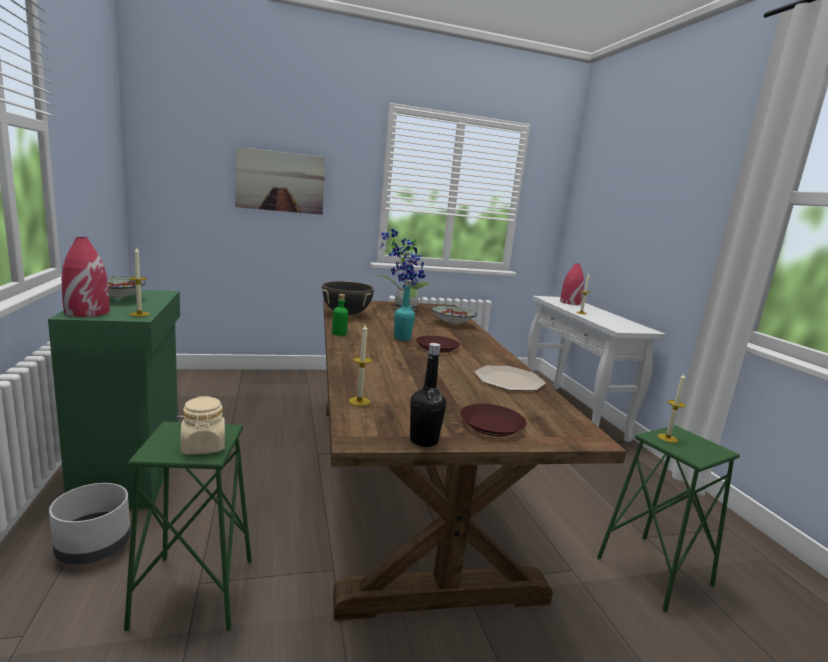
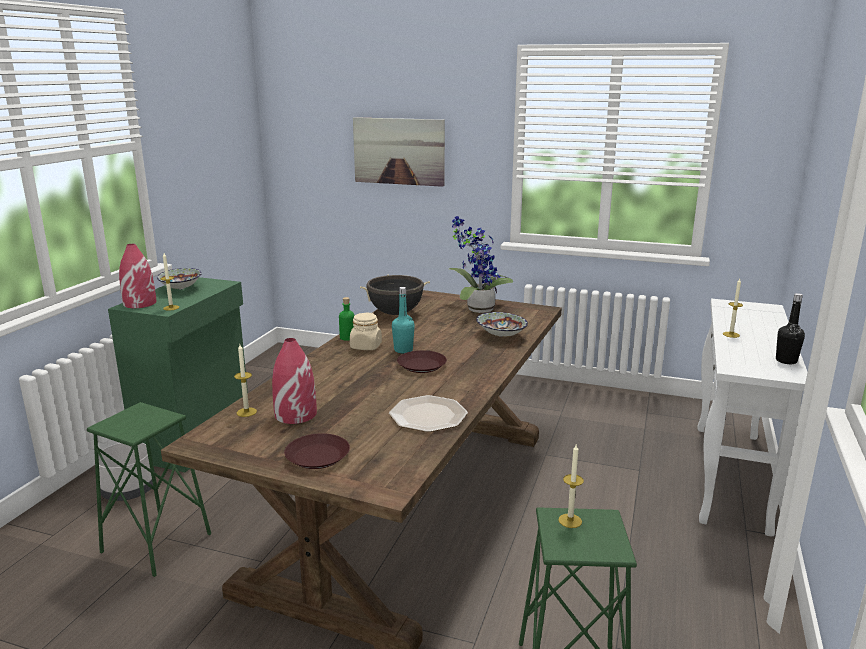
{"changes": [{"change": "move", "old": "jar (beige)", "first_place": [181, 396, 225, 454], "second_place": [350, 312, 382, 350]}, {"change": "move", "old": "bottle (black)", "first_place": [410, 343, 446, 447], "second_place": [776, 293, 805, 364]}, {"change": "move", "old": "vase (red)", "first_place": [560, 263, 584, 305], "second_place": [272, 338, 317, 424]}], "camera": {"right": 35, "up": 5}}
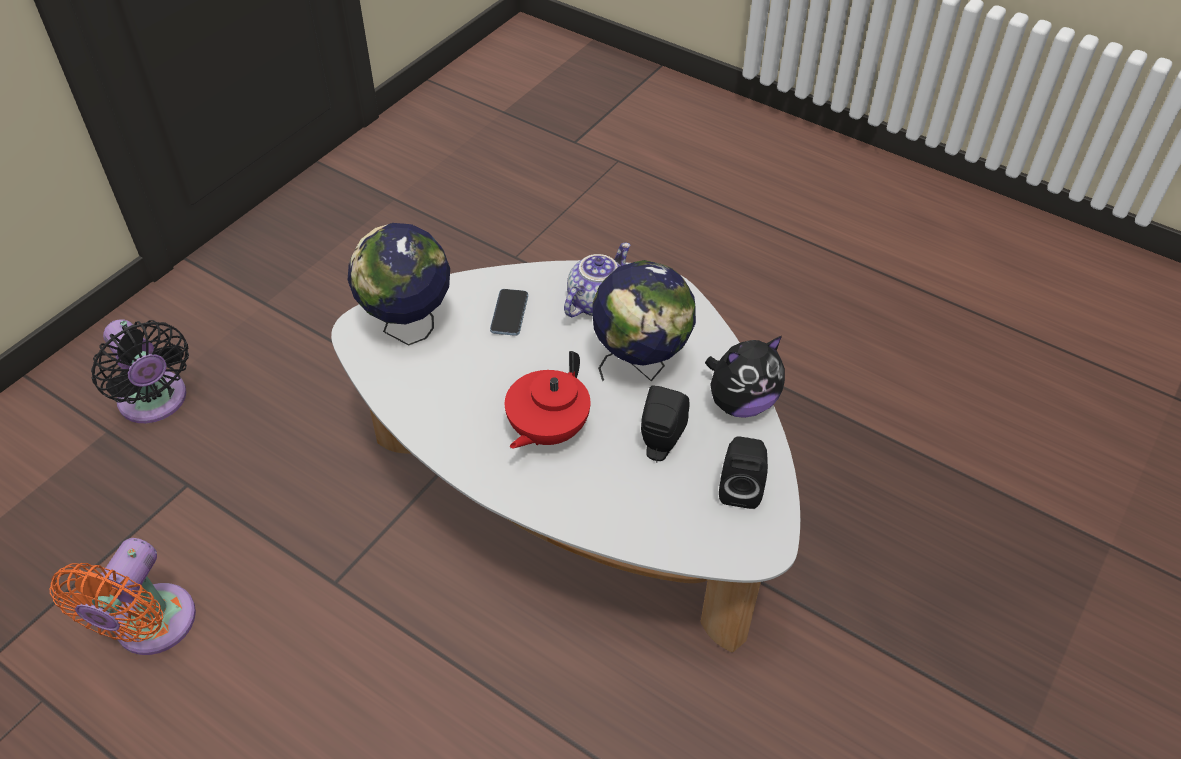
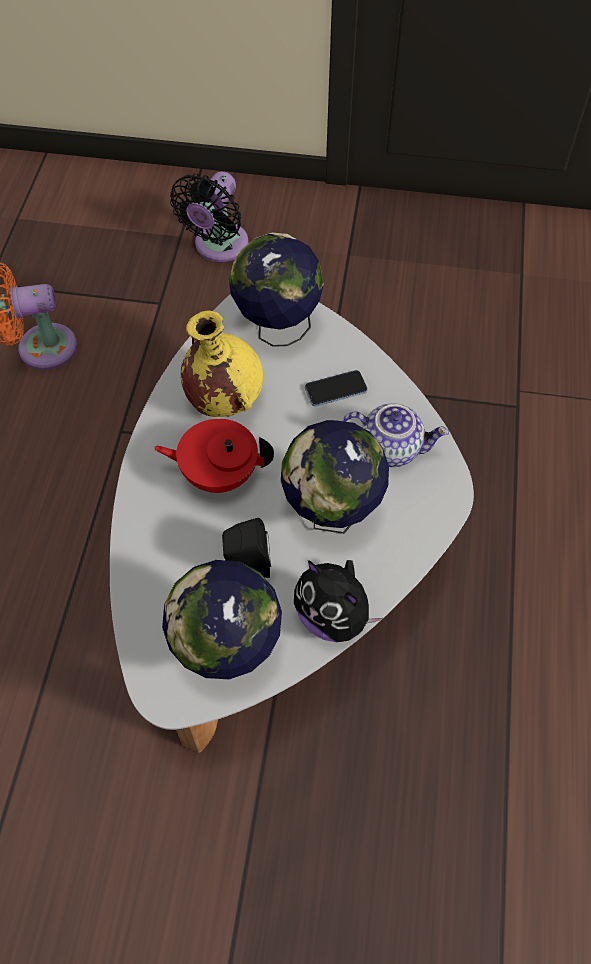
{"changes": [{"change": "insert", "new": "vase (yellow)", "second_place": [181, 311, 263, 417]}, {"change": "replace", "old": "speaker (black)", "new": "globe", "first_place": [719, 436, 768, 509], "second_place": [162, 560, 282, 679]}], "camera": {"right": 65, "up": 10}}
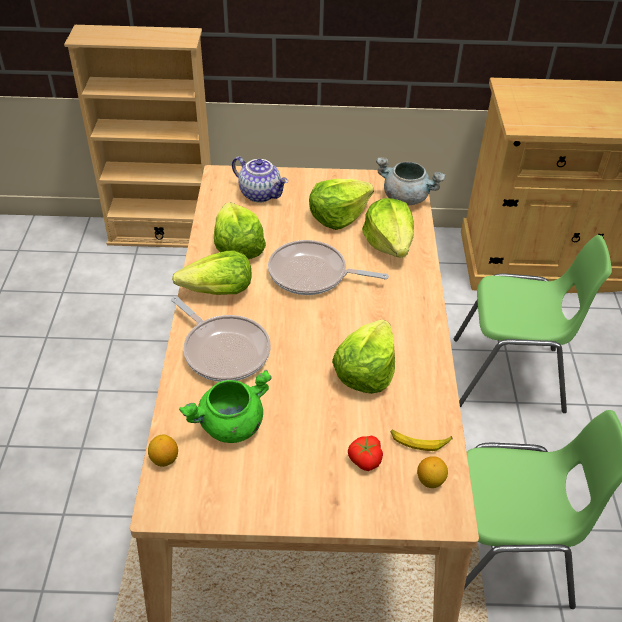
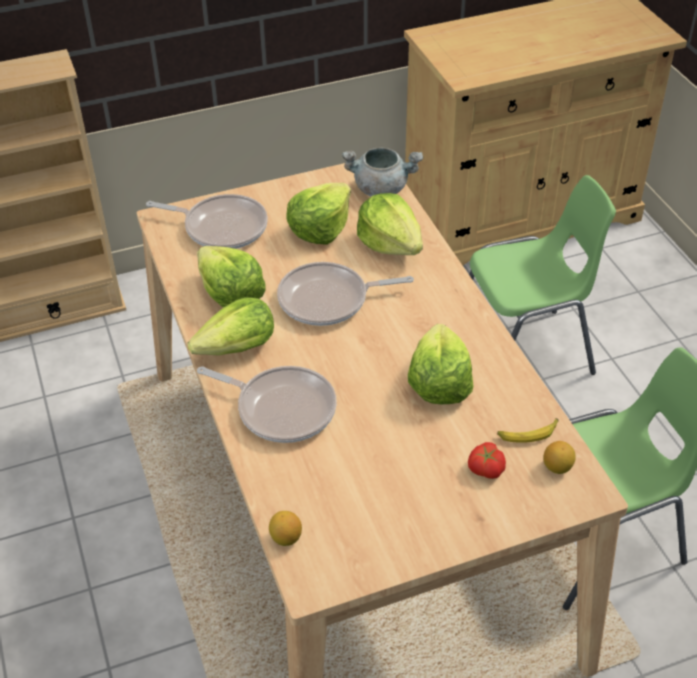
{"changes": [{"change": "delete", "old": "cooking pot (green)", "first_place": [179, 370, 272, 443]}, {"change": "replace", "old": "teapot", "new": "frying pan", "first_place": [232, 156, 288, 203], "second_place": [146, 194, 268, 249]}], "camera": {"right": -20, "up": 0}}
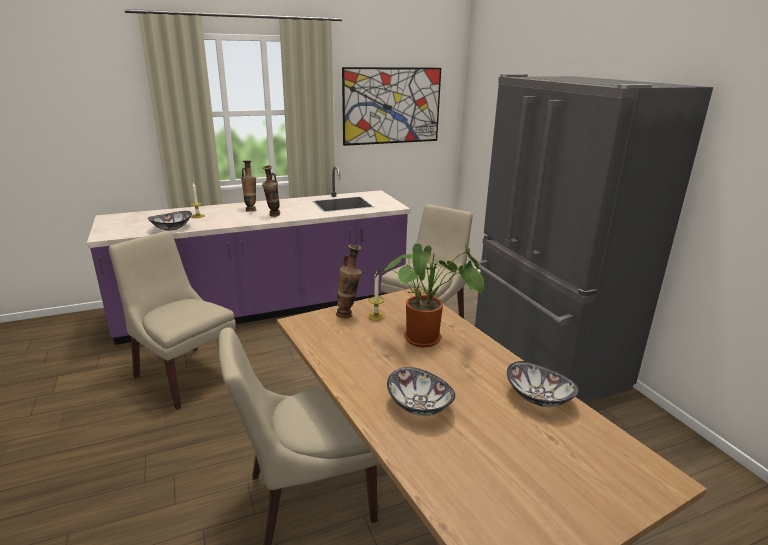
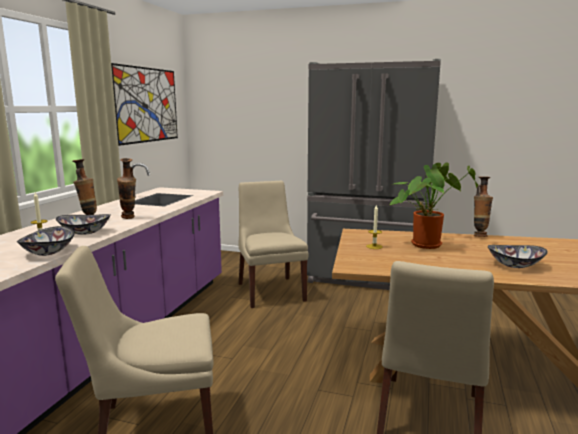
{"changes": [{"change": "move", "old": "vase", "first_place": [336, 245, 362, 318], "second_place": [474, 177, 493, 237]}, {"change": "move", "old": "bowl", "first_place": [507, 361, 579, 407], "second_place": [56, 214, 111, 235]}], "camera": {"right": -50, "up": -10}}
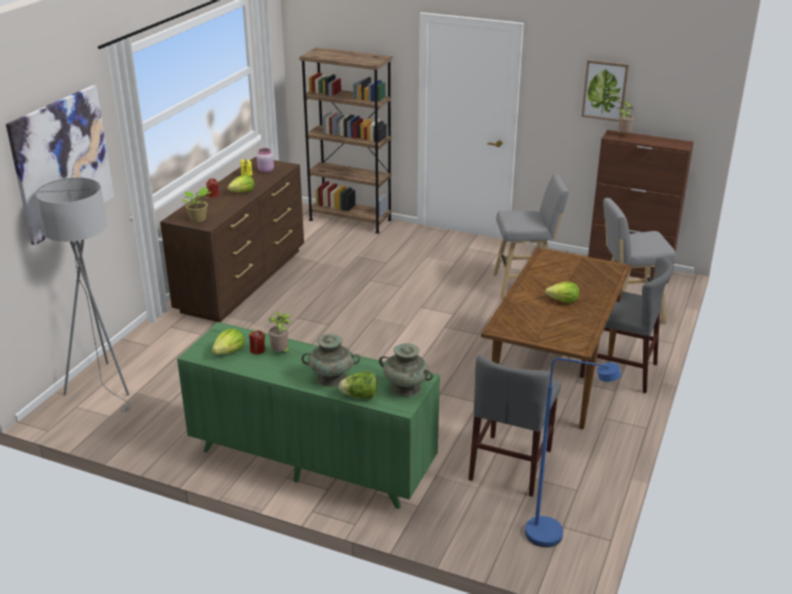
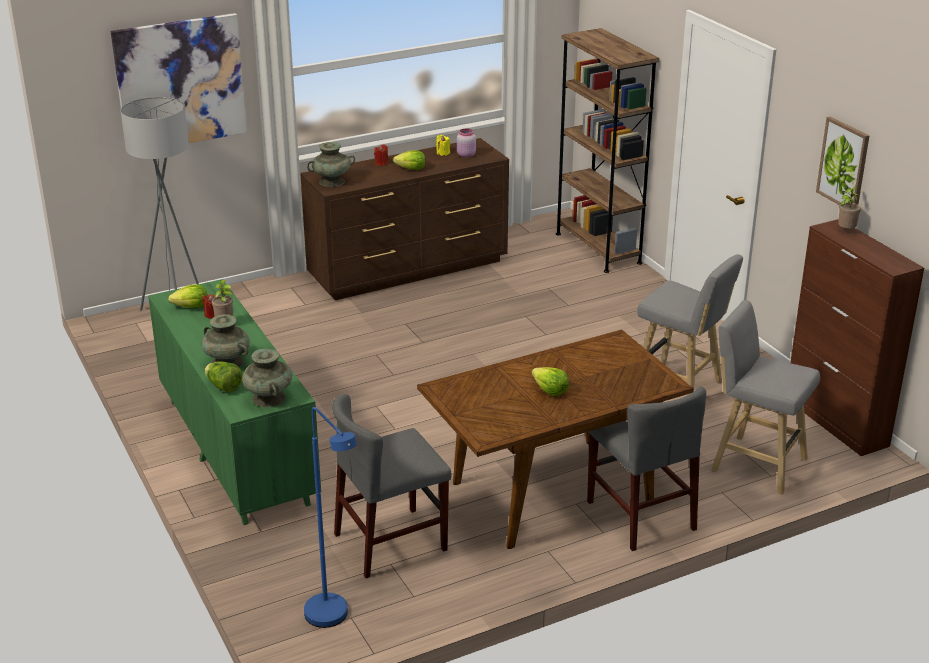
{"changes": [{"change": "replace", "old": "potted plant", "new": "vase (turquoise)", "first_place": [181, 187, 211, 222], "second_place": [307, 142, 355, 187]}], "camera": {"right": 40, "up": 0}}
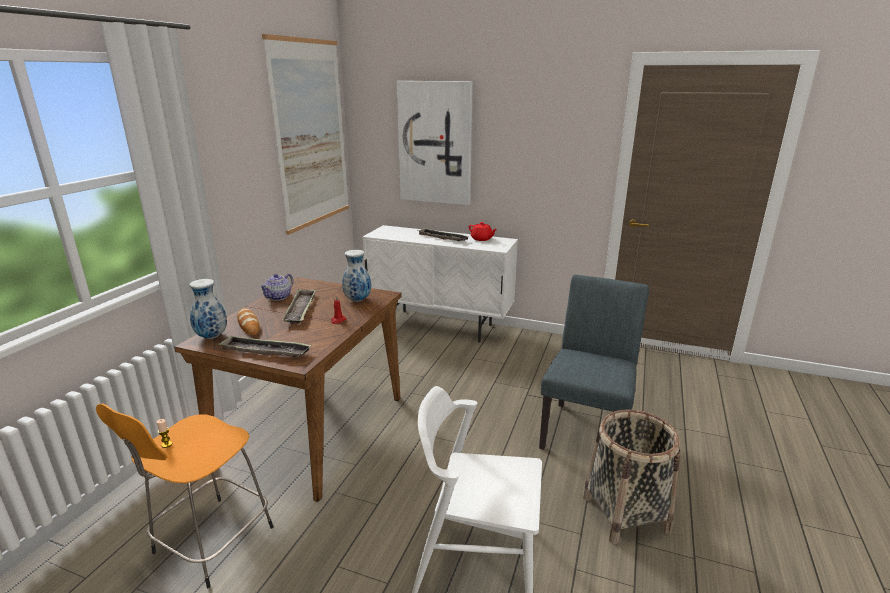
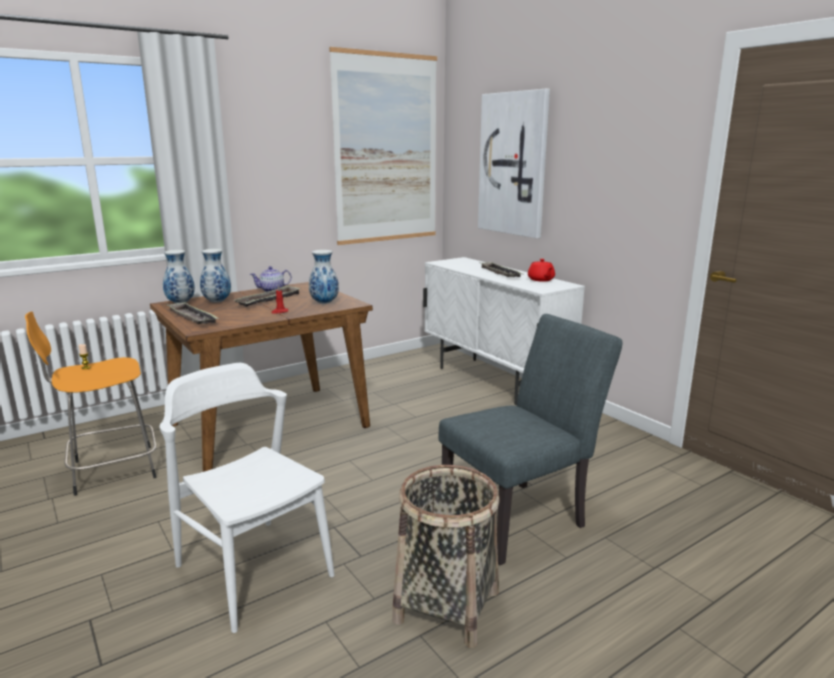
{"changes": [{"change": "replace", "old": "bread", "new": "vase", "first_place": [237, 308, 260, 335], "second_place": [200, 249, 231, 302]}], "camera": {"right": 35, "up": -5}}
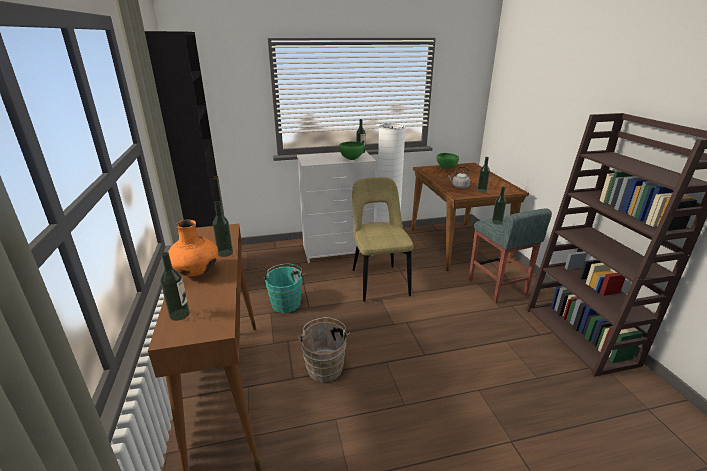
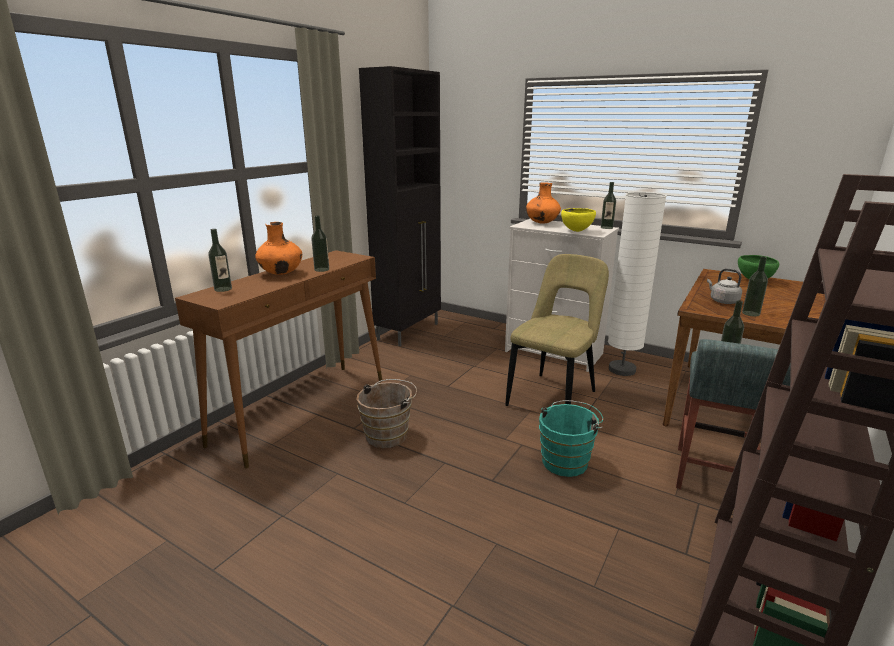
{"changes": [{"change": "insert", "new": "vase (orange)", "second_place": [526, 182, 561, 224]}, {"change": "move", "old": "bucket (turquoise)", "first_place": [263, 264, 305, 313], "second_place": [539, 400, 603, 477]}, {"change": "recolor", "old": "bowl (green)", "new": "bowl (yellow)", "first_place": [339, 141, 365, 160], "second_place": [561, 208, 596, 232]}], "camera": {"right": 45, "up": -5}}
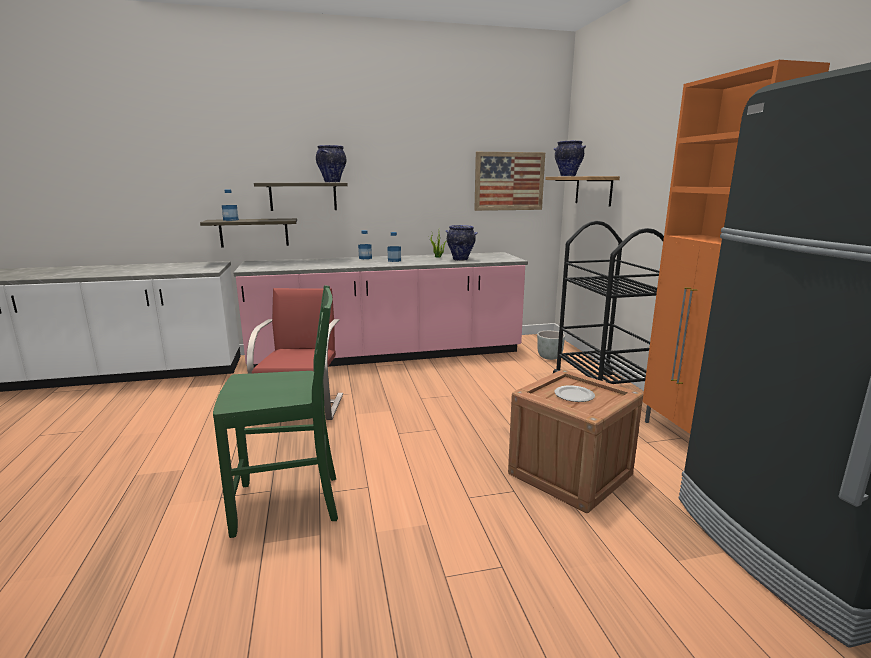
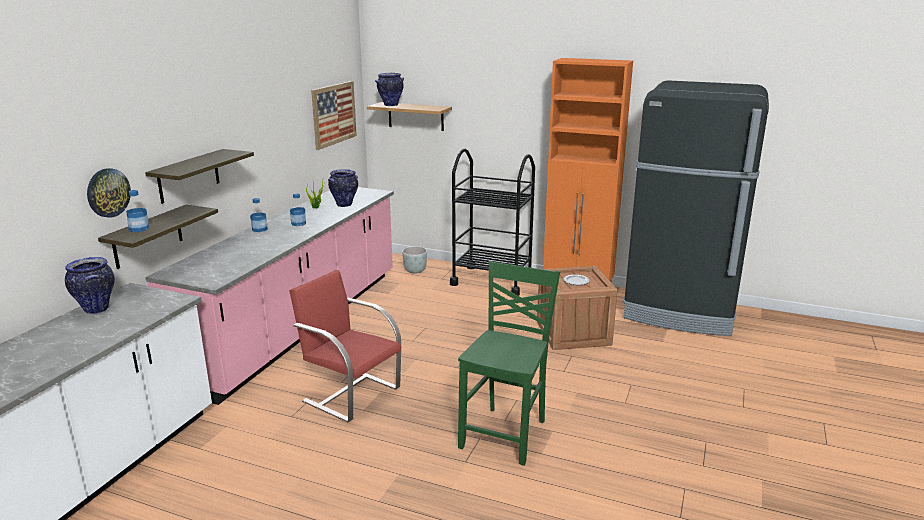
{"changes": [{"change": "insert", "new": "wall clock", "second_place": [87, 168, 131, 218]}, {"change": "move", "old": "vase", "first_place": [316, 145, 346, 182], "second_place": [65, 257, 115, 314]}], "camera": {"right": -55, "up": 5}}
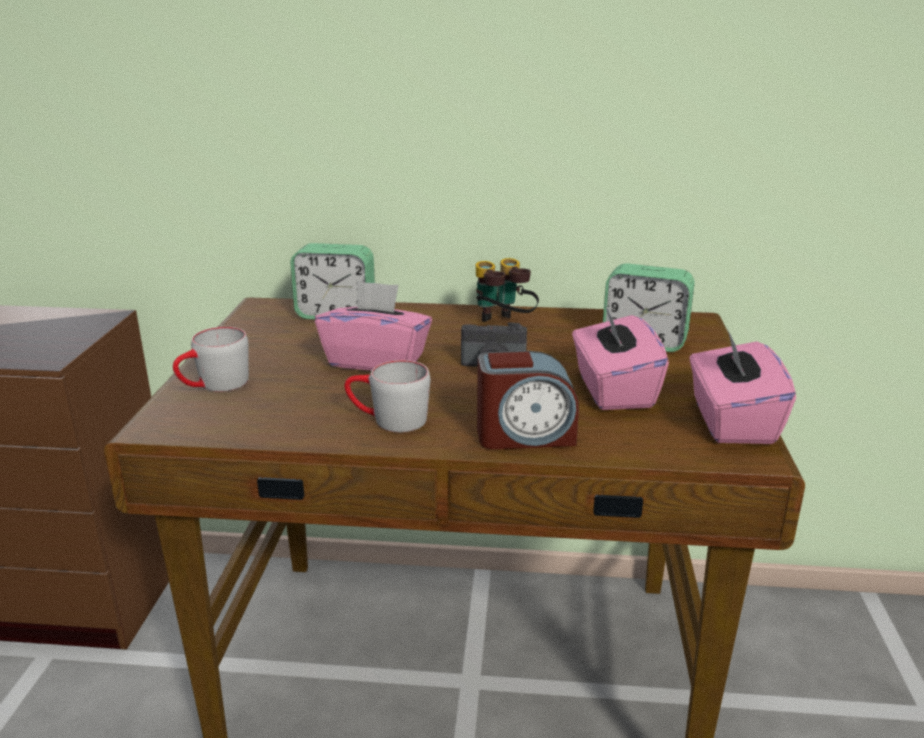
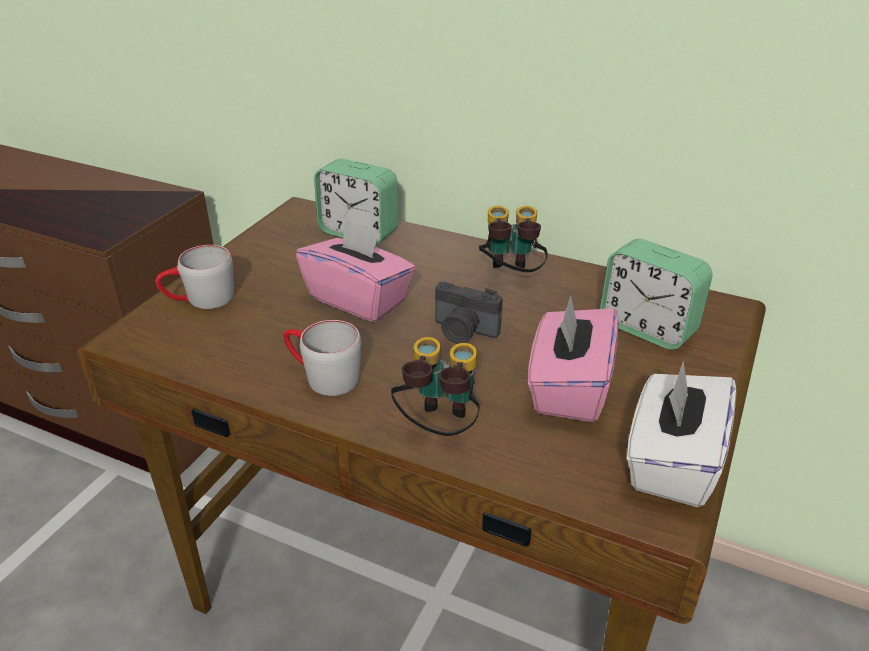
{"changes": [{"change": "replace", "old": "alarm clock", "new": "binoculars", "first_place": [477, 351, 579, 449], "second_place": [391, 337, 480, 436]}, {"change": "recolor", "old": "tissue box (pink)", "new": "tissue box (white)", "first_place": [689, 327, 796, 444], "second_place": [627, 361, 736, 507]}], "camera": {"right": 20, "up": 10}}
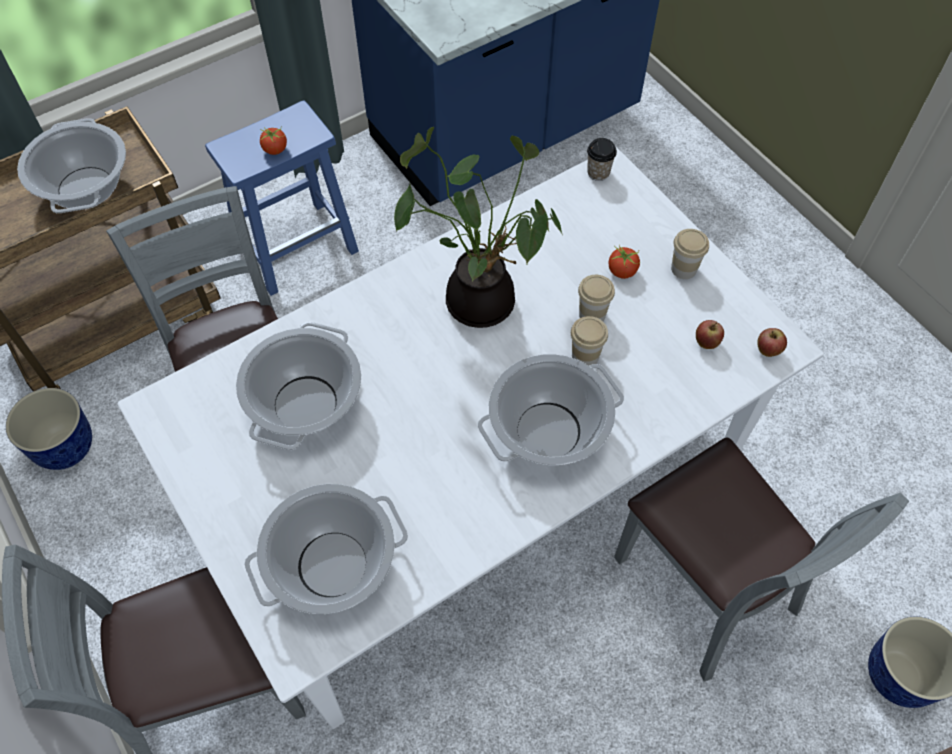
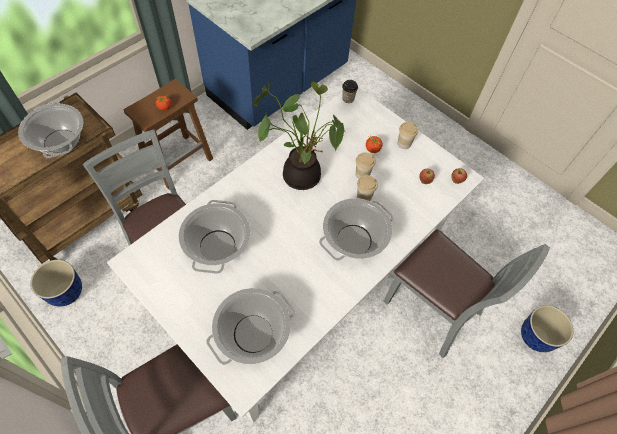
{"changes": [{"change": "recolor", "old": "stool (blue)", "new": "stool (brown)", "first_place": [205, 101, 359, 296], "second_place": [124, 79, 213, 190]}], "camera": {"right": -15, "up": 0}}
